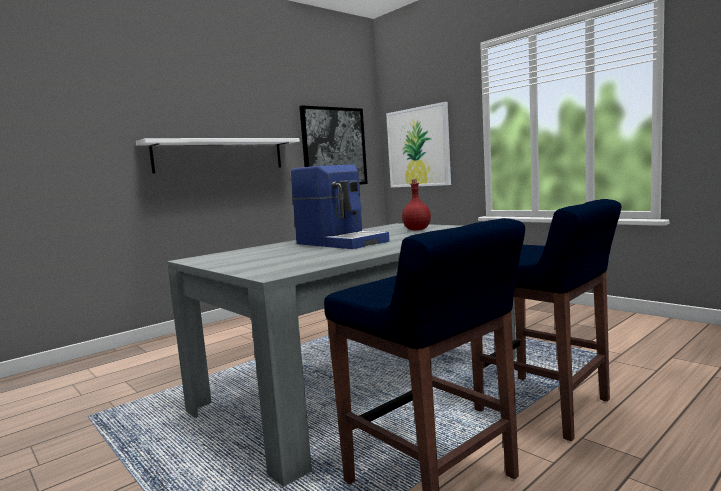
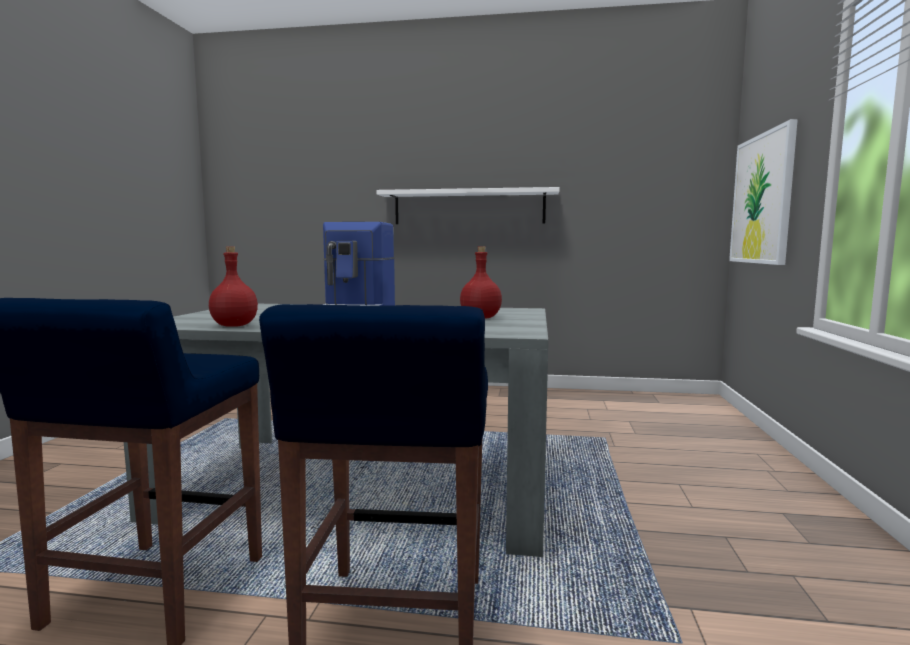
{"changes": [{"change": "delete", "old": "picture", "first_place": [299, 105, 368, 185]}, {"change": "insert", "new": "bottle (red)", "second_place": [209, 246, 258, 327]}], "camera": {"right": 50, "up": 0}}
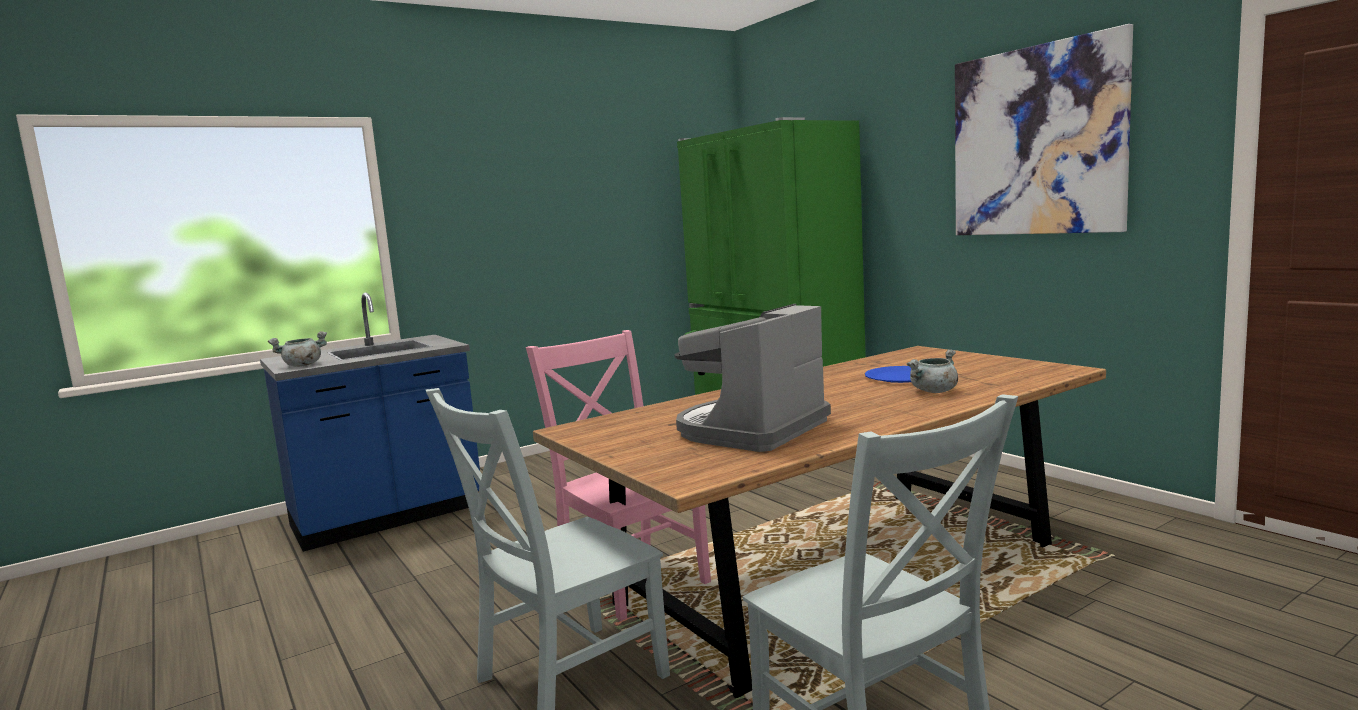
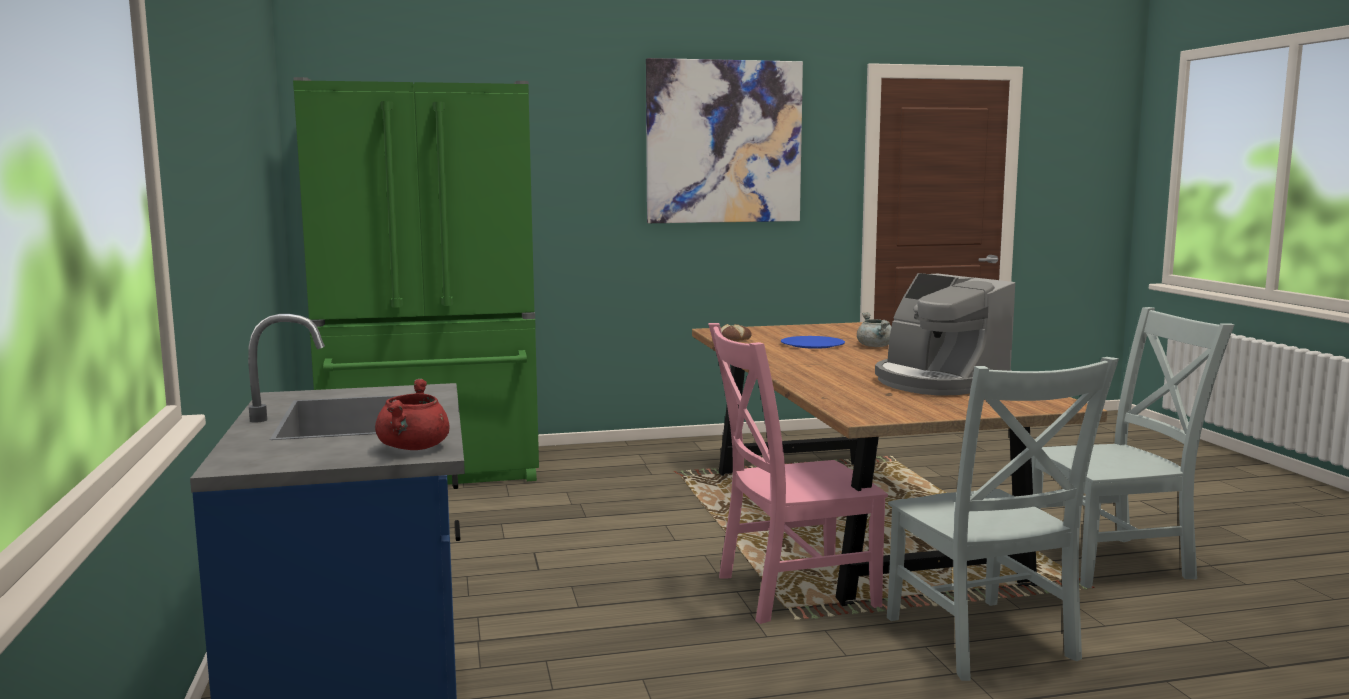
{"changes": [{"change": "insert", "new": "bread", "second_place": [721, 324, 752, 341]}, {"change": "recolor", "old": "cooking pot (grey)", "new": "cooking pot (red)", "first_place": [268, 331, 327, 367], "second_place": [375, 379, 450, 450]}], "camera": {"right": -70, "up": 0}}
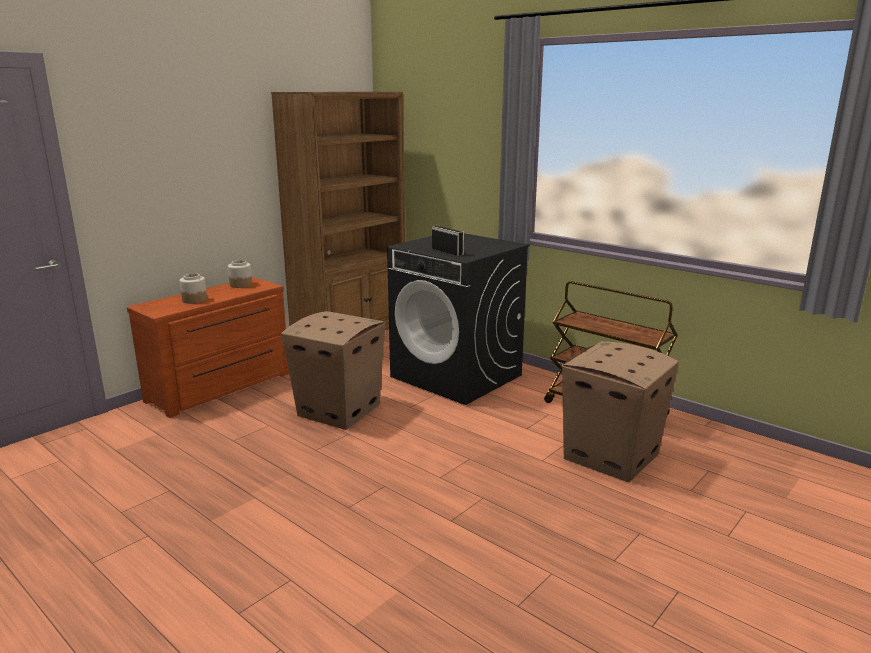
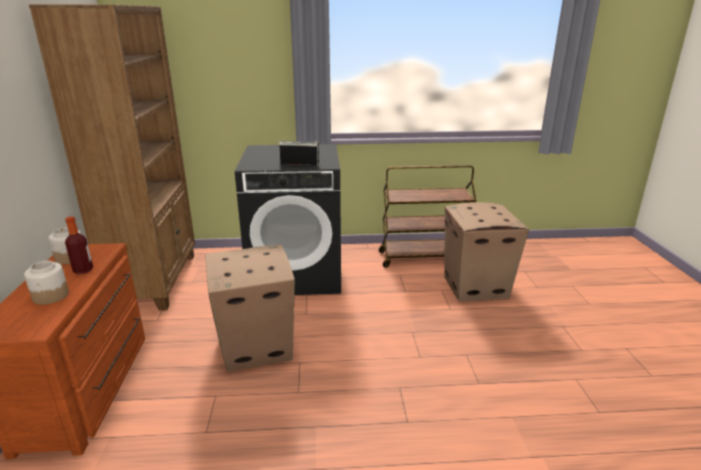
{"changes": [{"change": "insert", "new": "bottle", "second_place": [65, 216, 93, 274]}], "camera": {"right": -45, "up": 5}}
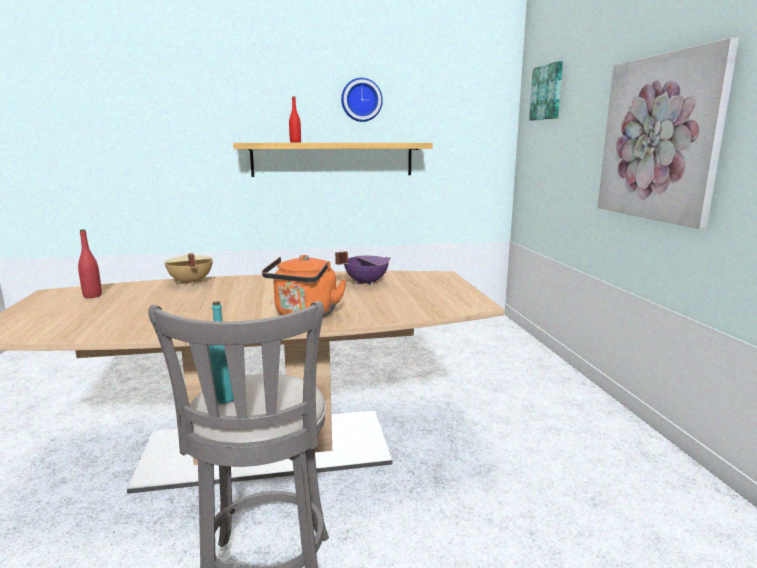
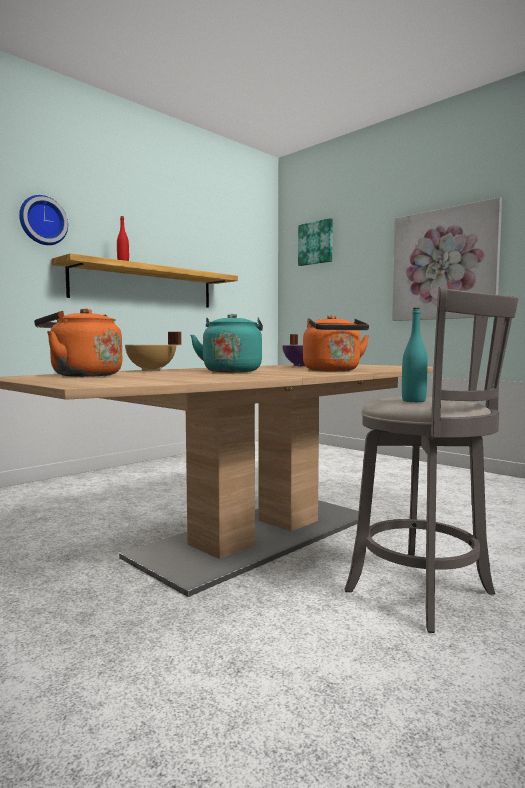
{"changes": [{"change": "insert", "new": "kettle (turquoise)", "second_place": [190, 314, 263, 372]}, {"change": "move", "old": "wall clock", "first_place": [341, 78, 383, 122], "second_place": [19, 195, 68, 245]}, {"change": "replace", "old": "bottle (red)", "new": "kettle (orange)", "first_place": [78, 229, 102, 298], "second_place": [34, 308, 122, 377]}], "camera": {"right": -35, "up": -10}}
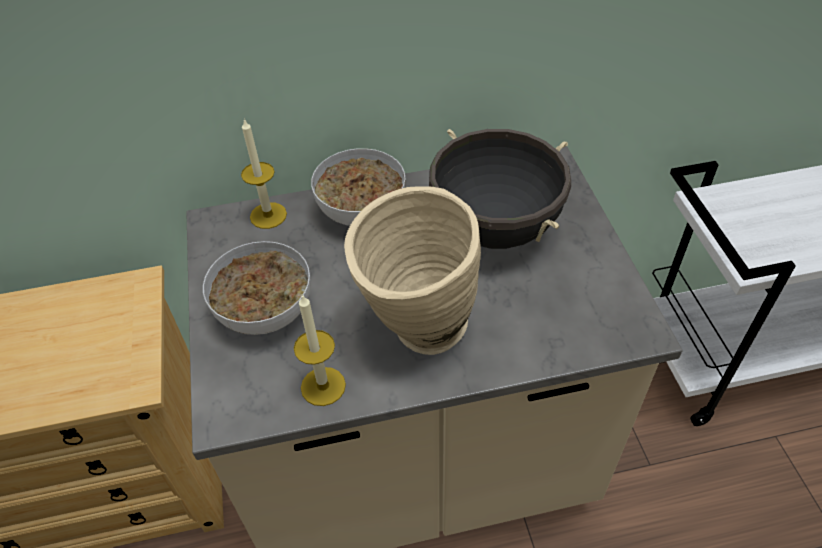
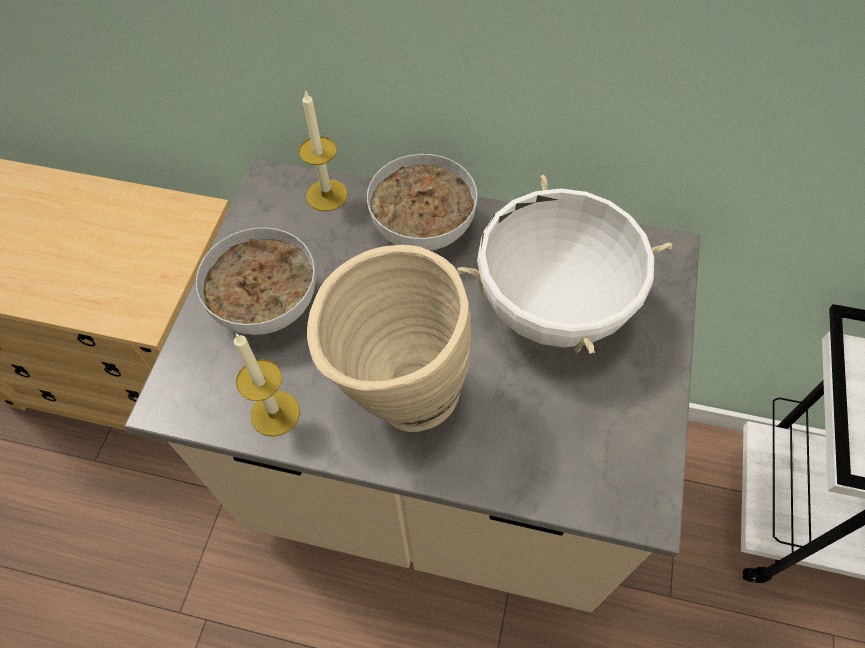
{"changes": [{"change": "recolor", "old": "cooking pot (black)", "new": "cooking pot (white)", "first_place": [429, 129, 571, 249], "second_place": [457, 174, 673, 354]}], "camera": {"right": 25, "up": 10}}
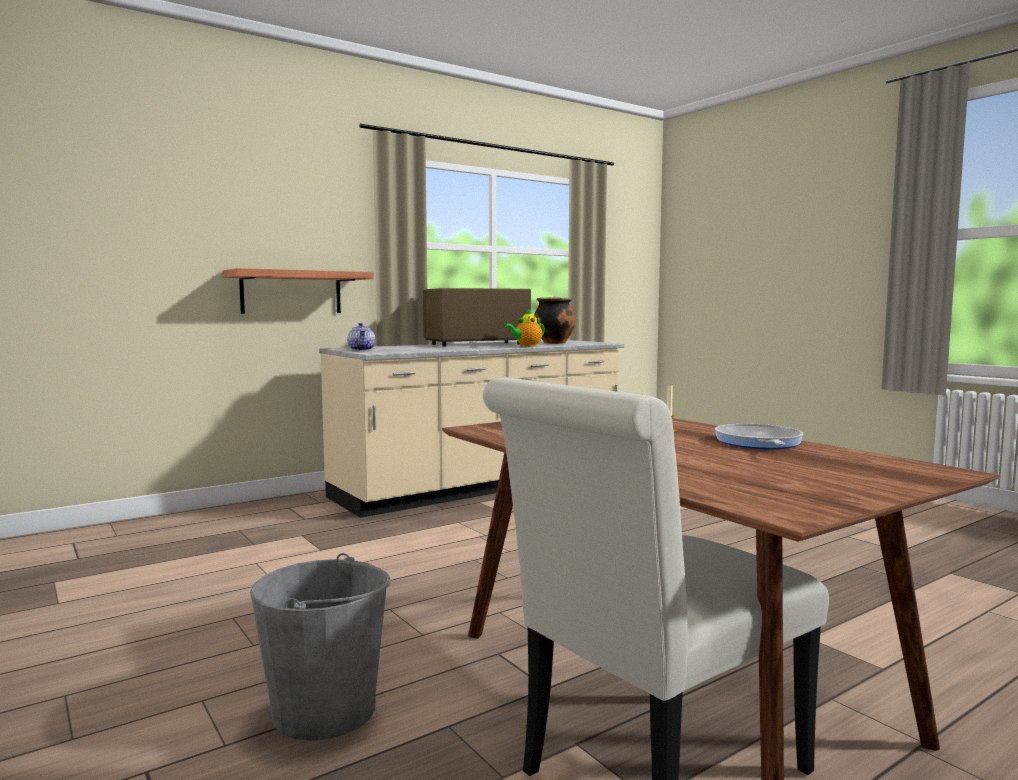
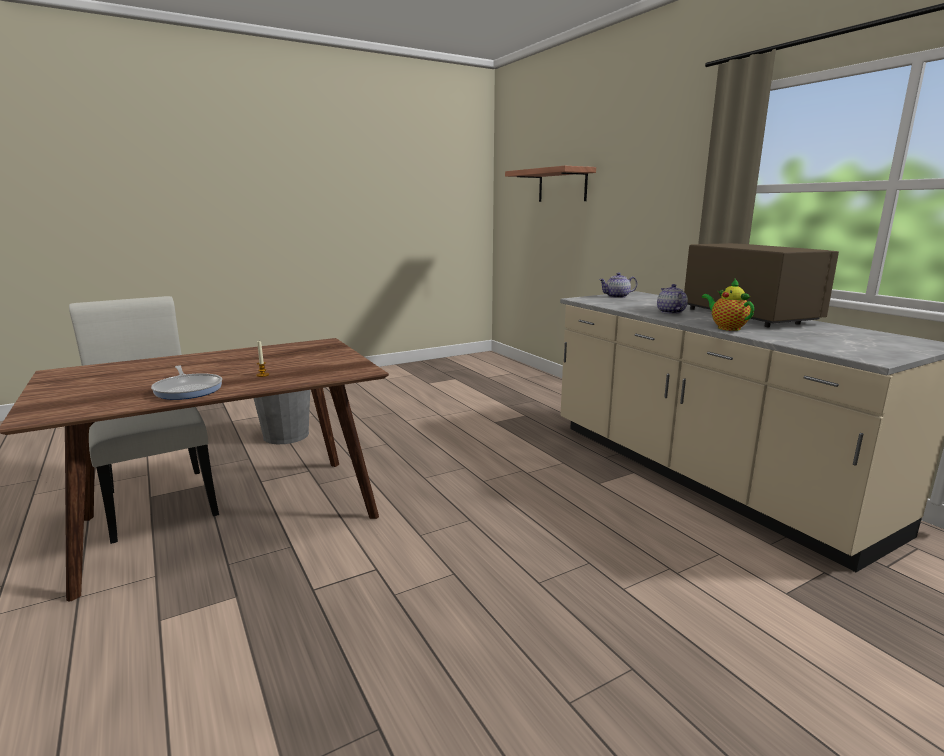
{"changes": [{"change": "delete", "old": "cooking pot", "first_place": [534, 297, 575, 344]}, {"change": "insert", "new": "teapot", "second_place": [657, 284, 688, 314]}, {"change": "move", "old": "shelf", "first_place": [222, 268, 374, 314], "second_place": [505, 166, 596, 202]}, {"change": "rotate", "old": "frying pan", "first_place": [715, 424, 803, 449], "second_place": [151, 366, 222, 400], "degrees": 45}], "camera": {"right": 95, "up": 10}}
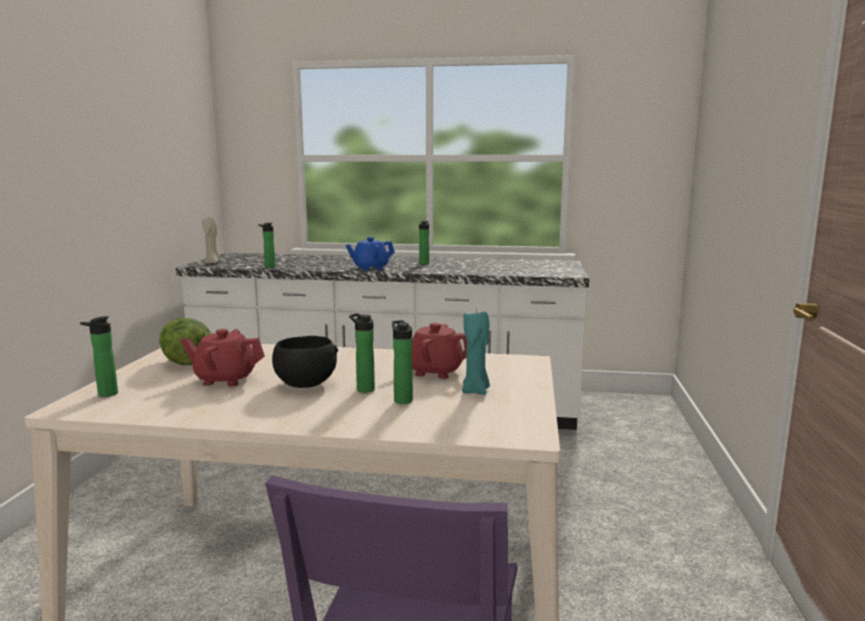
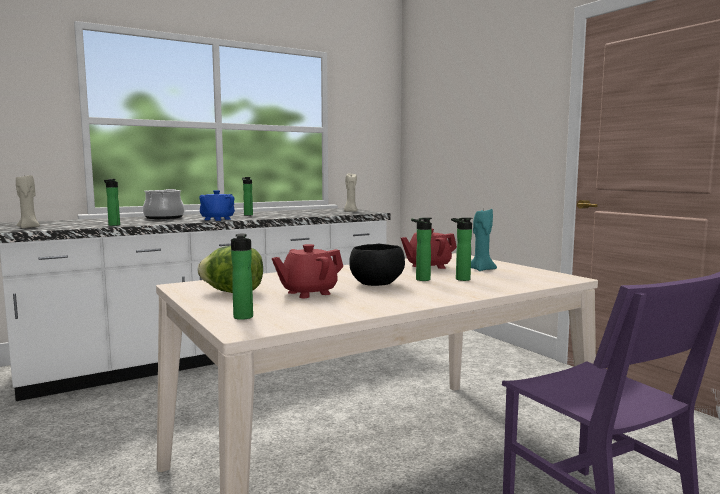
{"changes": [{"change": "insert", "new": "cooking pot", "second_place": [143, 189, 184, 219]}, {"change": "insert", "new": "candle (beige)", "second_place": [344, 173, 358, 212]}], "camera": {"right": -40, "up": -5}}
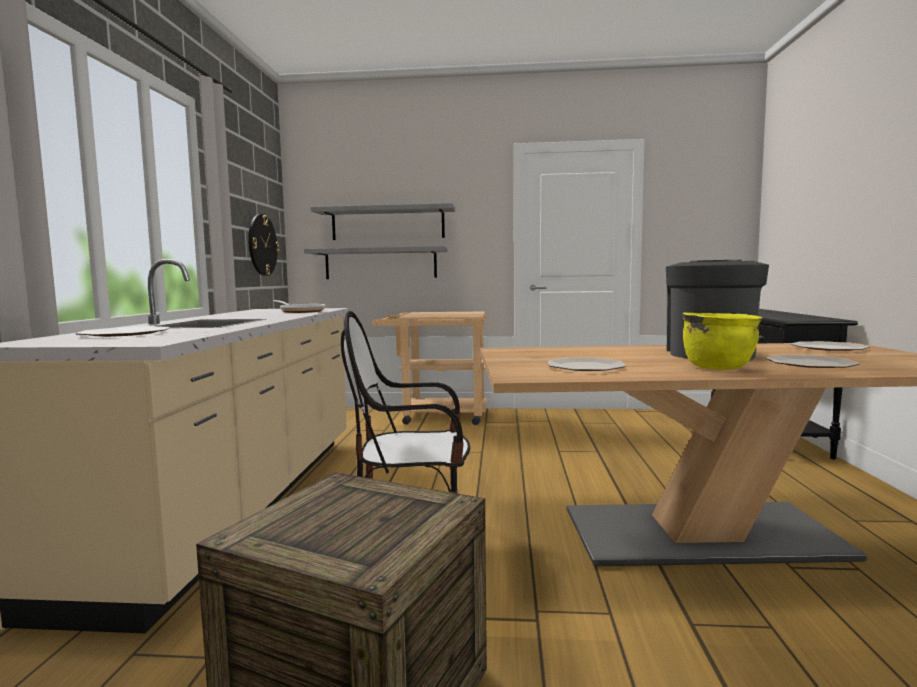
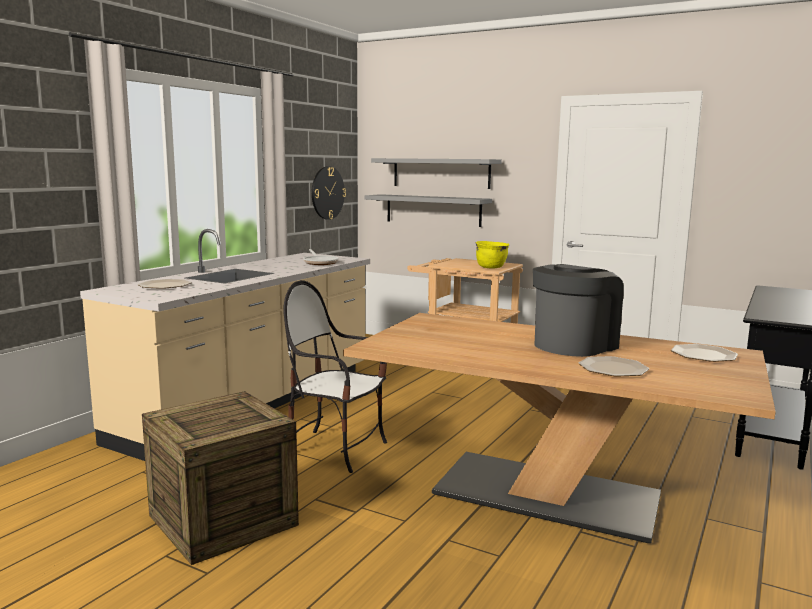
{"changes": [{"change": "delete", "old": "plate", "first_place": [548, 358, 626, 371]}, {"change": "move", "old": "cooking pot (yellow)", "first_place": [682, 312, 763, 370], "second_place": [476, 241, 509, 268]}], "camera": {"right": 25, "up": 5}}
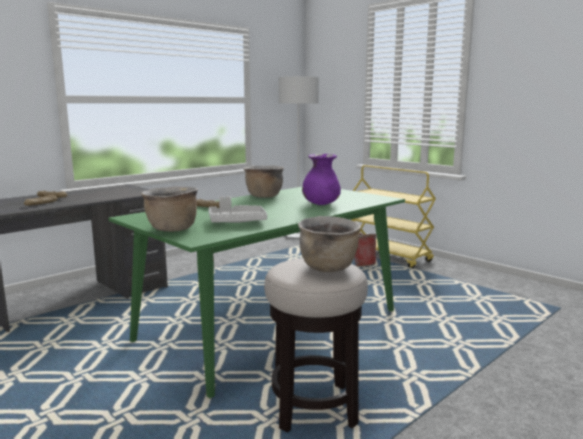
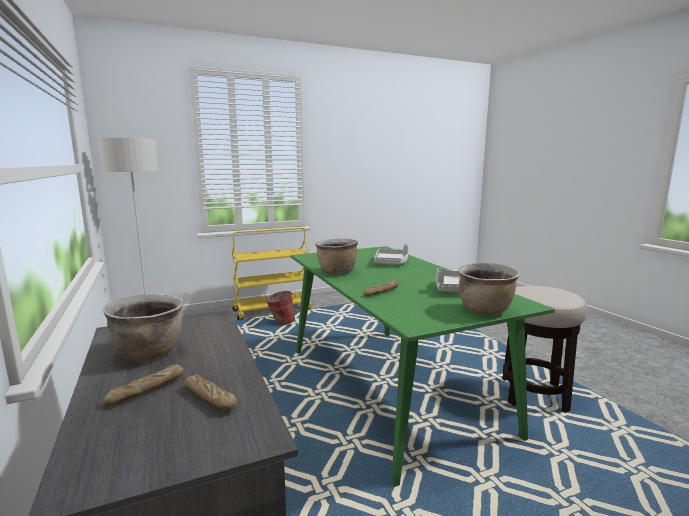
{"changes": [{"change": "move", "old": "cooking pot (brown)", "first_place": [298, 216, 361, 272], "second_place": [103, 294, 183, 361]}, {"change": "replace", "old": "vase (purple)", "new": "tray (grey)", "first_place": [302, 154, 341, 205], "second_place": [374, 244, 408, 265]}], "camera": {"right": -70, "up": 0}}
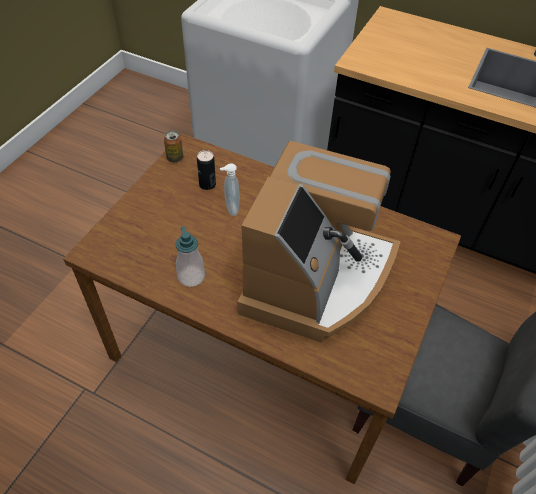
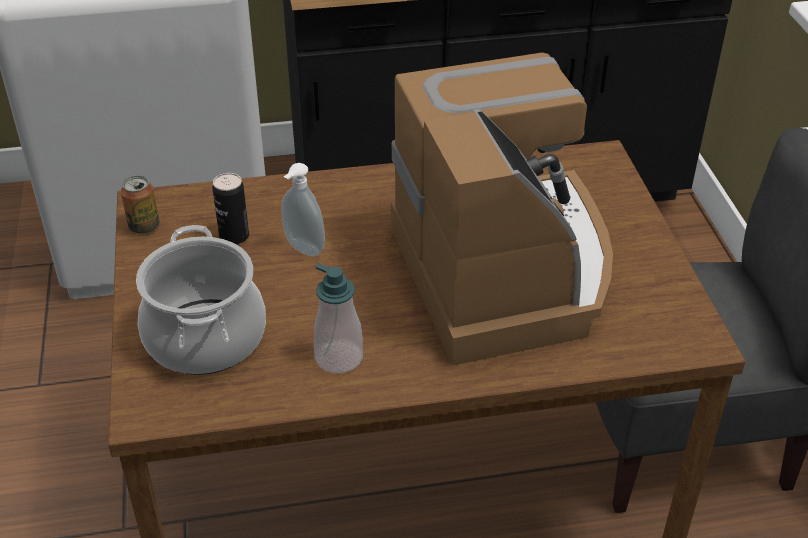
{"changes": [{"change": "insert", "new": "cooking pot", "second_place": [136, 225, 266, 375]}], "camera": {"right": -35, "up": -10}}
